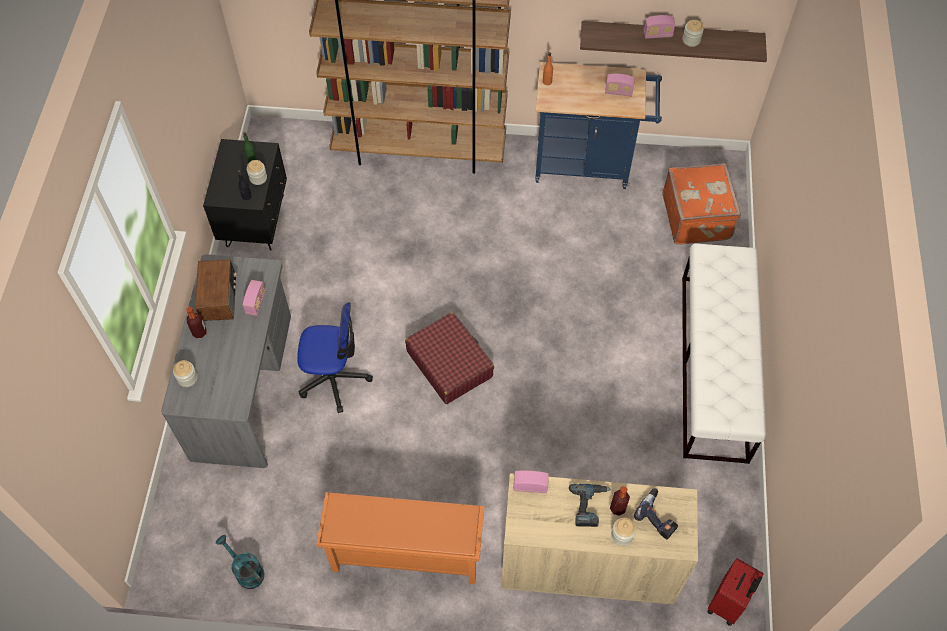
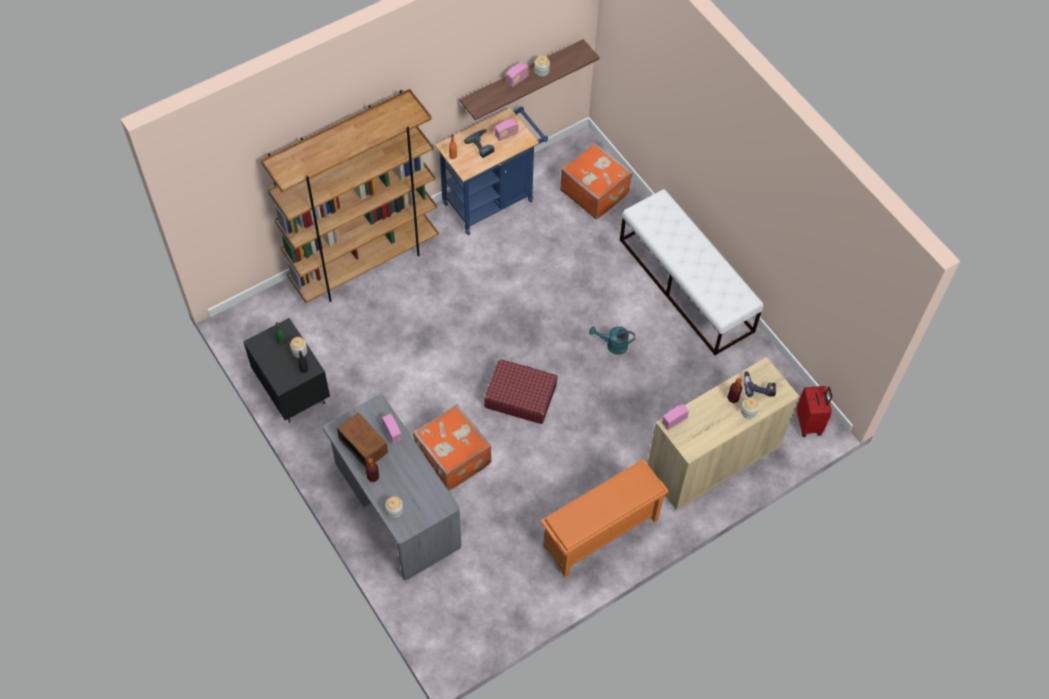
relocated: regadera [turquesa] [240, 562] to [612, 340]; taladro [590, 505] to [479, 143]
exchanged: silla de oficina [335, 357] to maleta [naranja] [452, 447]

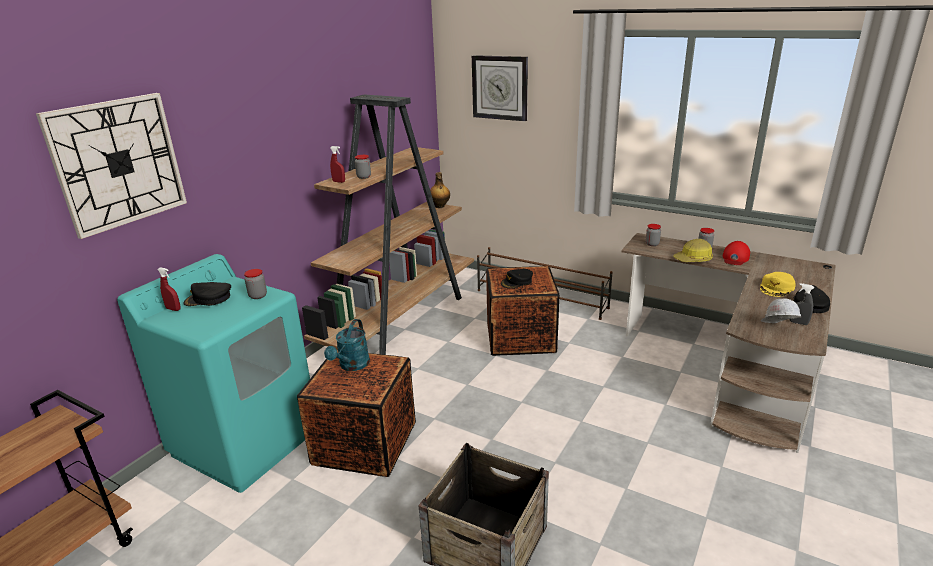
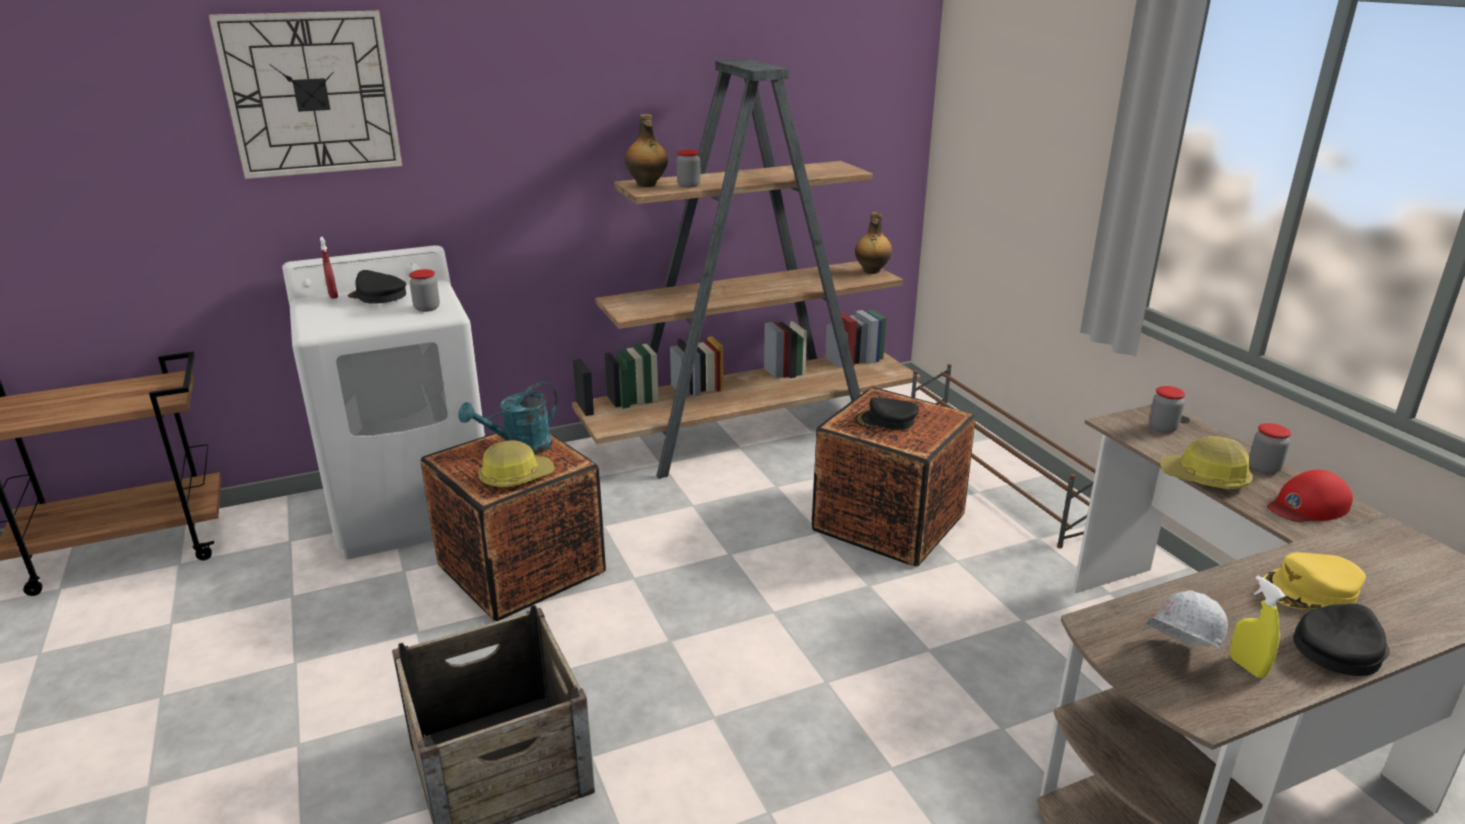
missing: reloj de pared [500, 88]
appeared: casco [517, 464]
exchanged: pulverizador [rojo] [337, 164] to botella [646, 150]
colour: lavadora [turquesa] [213, 373] to lavadora [blanco] [383, 402]; pulverizador [gris] [801, 304] to pulverizador [amarillo] [1257, 627]

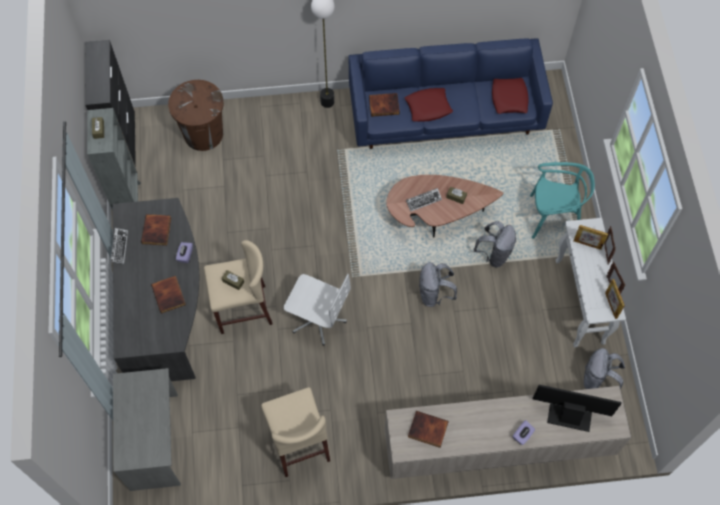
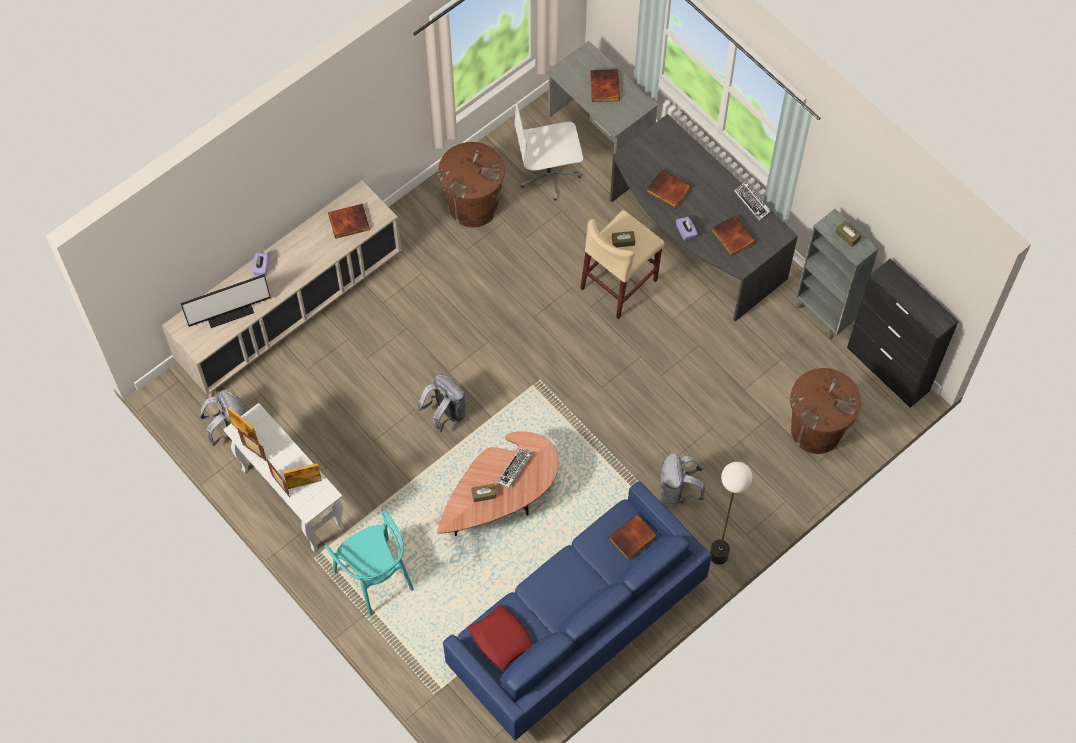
missing: cojín [rojo] [429, 105]
appeared: libro [605, 85]
relocated: silla de oficina [blanco] [317, 309] to [549, 152]; mochila [gris] [494, 244] to [682, 480]
exchanged: taburete [beis] [295, 432] to papelera [marrón] [471, 185]
spun: silla [turquesa] [562, 200] = [369, 563] 90 degrees counterclockwise

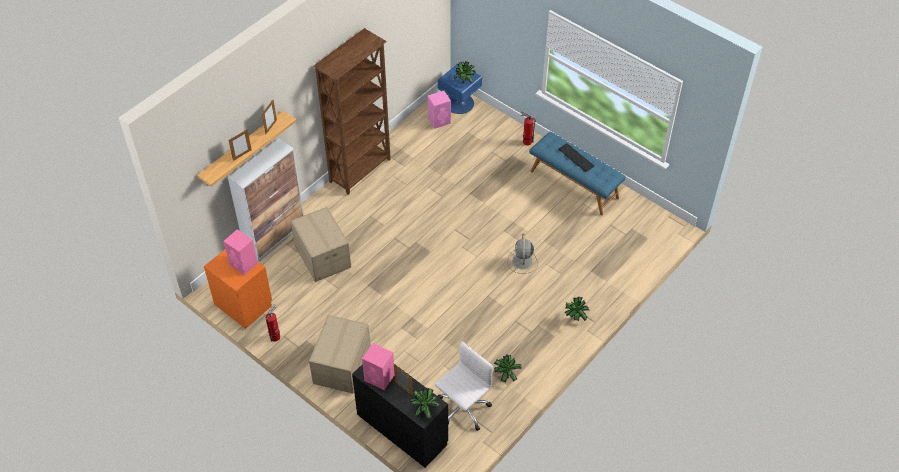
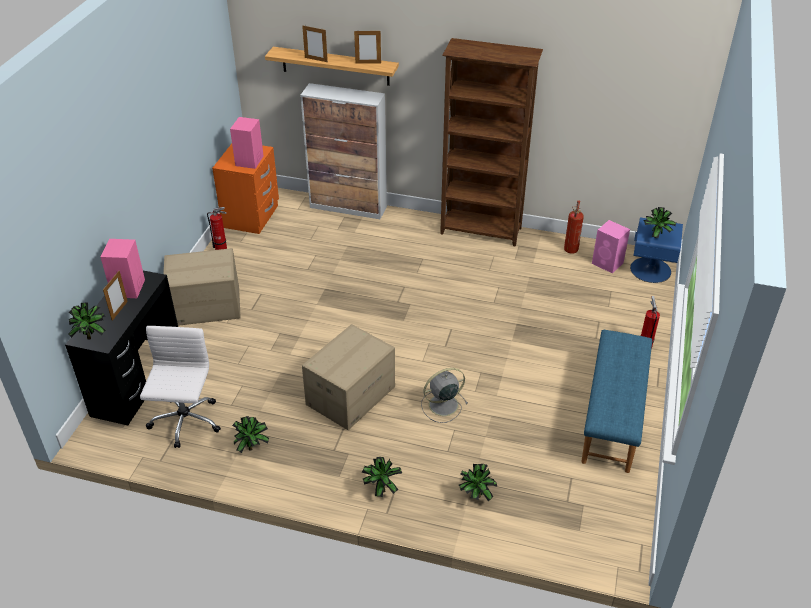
missing: teclado [576, 157]
appeared: planta en maceta [478, 482]; extintor [574, 227]
relocated: caja de cartón [321, 244] to [348, 377]
spun: silla de oficina [blanco] [464, 386] = [180, 387] 105 degrees counterclockwise

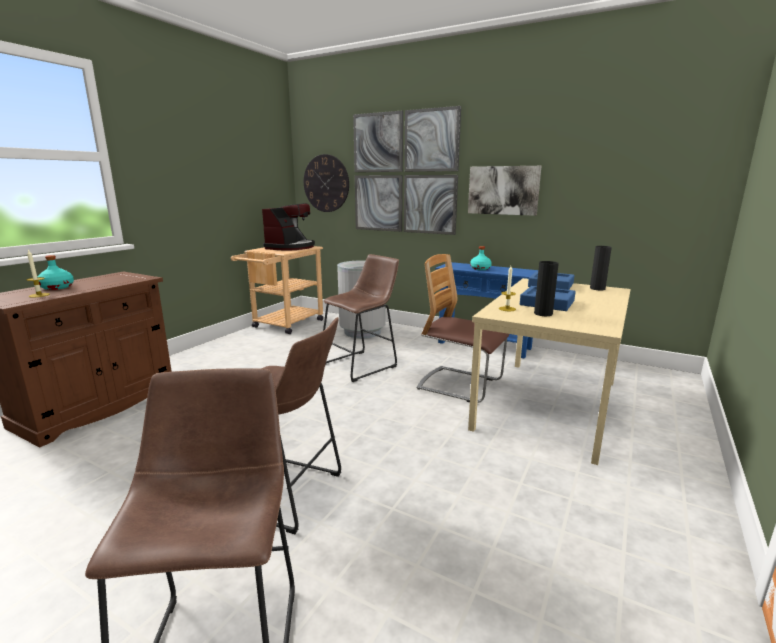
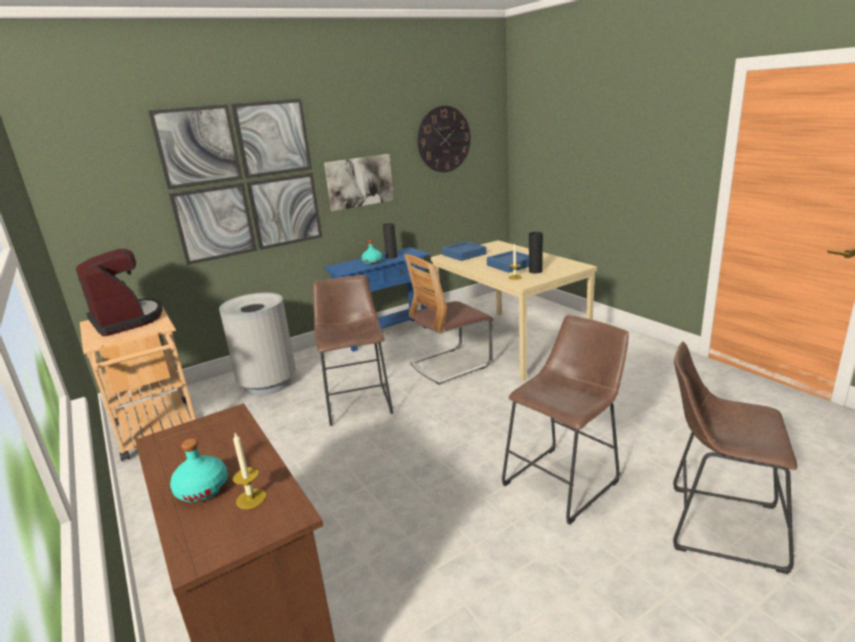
relocated: reloj de pared [326, 183] to [444, 139]; florero [negro] [601, 268] to [390, 241]

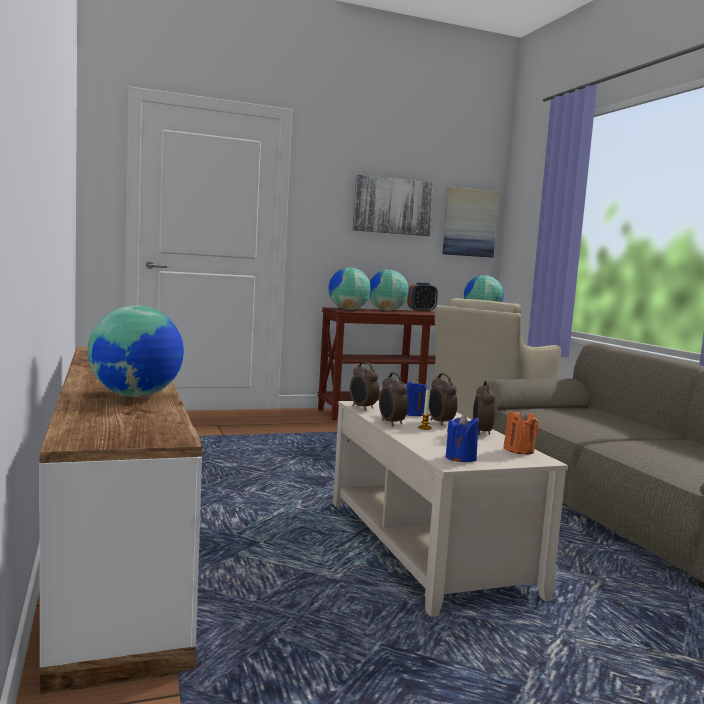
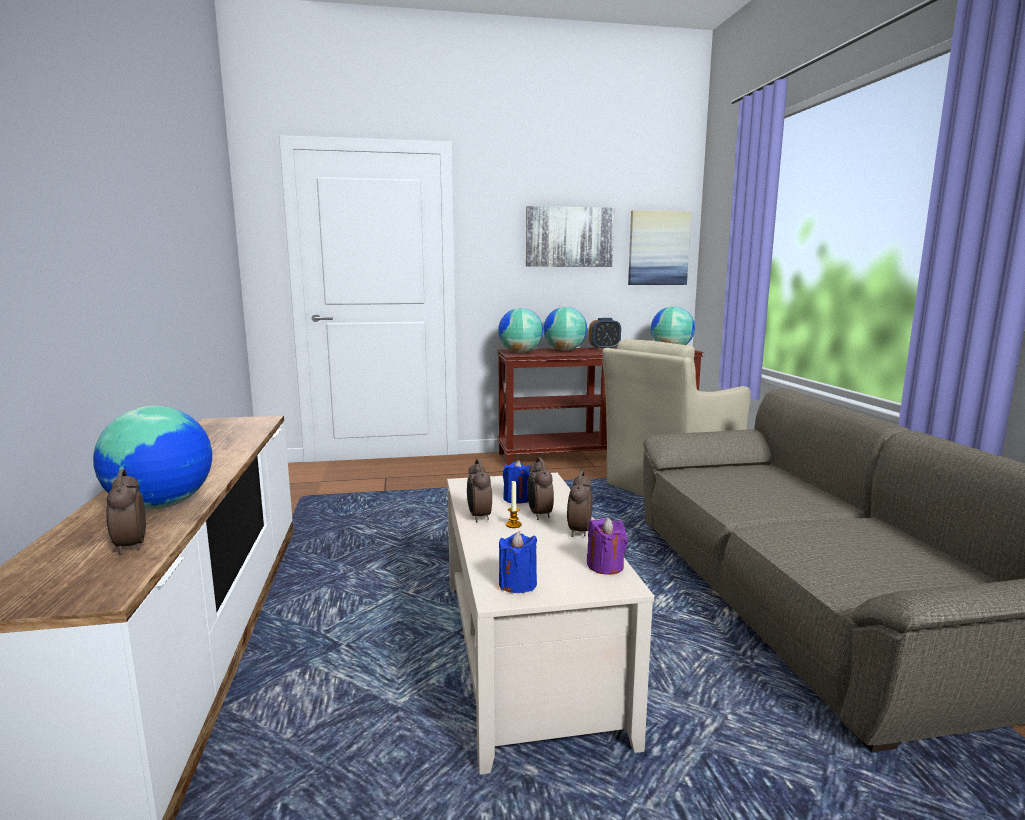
relocated: despertador [364, 386] to [126, 512]
colour: vela [naranja] [521, 431] to vela [morado] [607, 546]

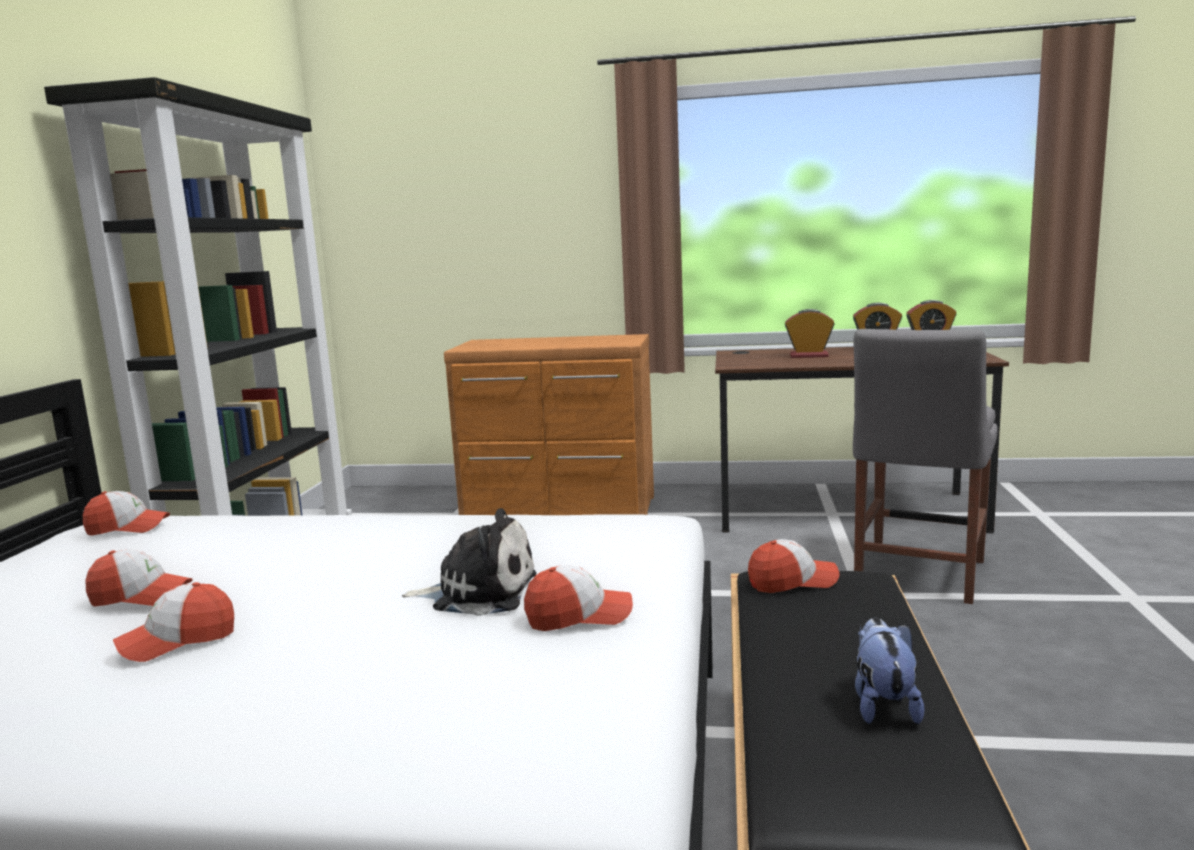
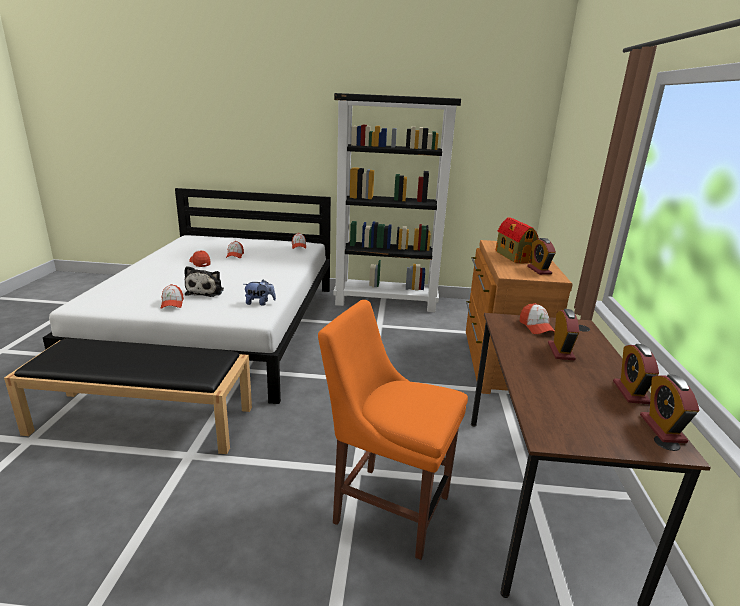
appeared: casita [517, 240]; despertador [541, 256]
relocated: gorra [794, 566] to [537, 318]; peluche [890, 670] to [260, 293]
colour: silla [gris] [925, 466] to silla [naranja] [393, 430]

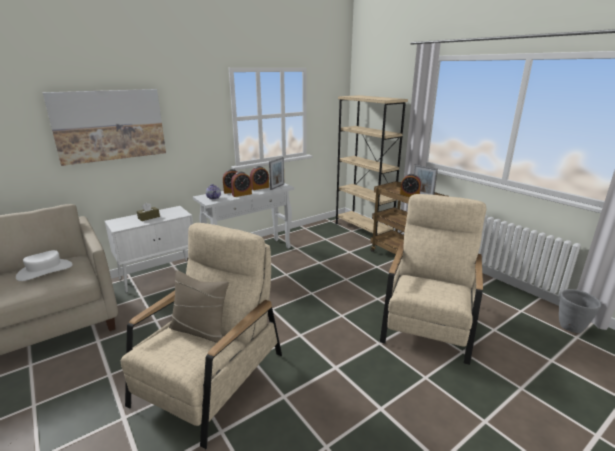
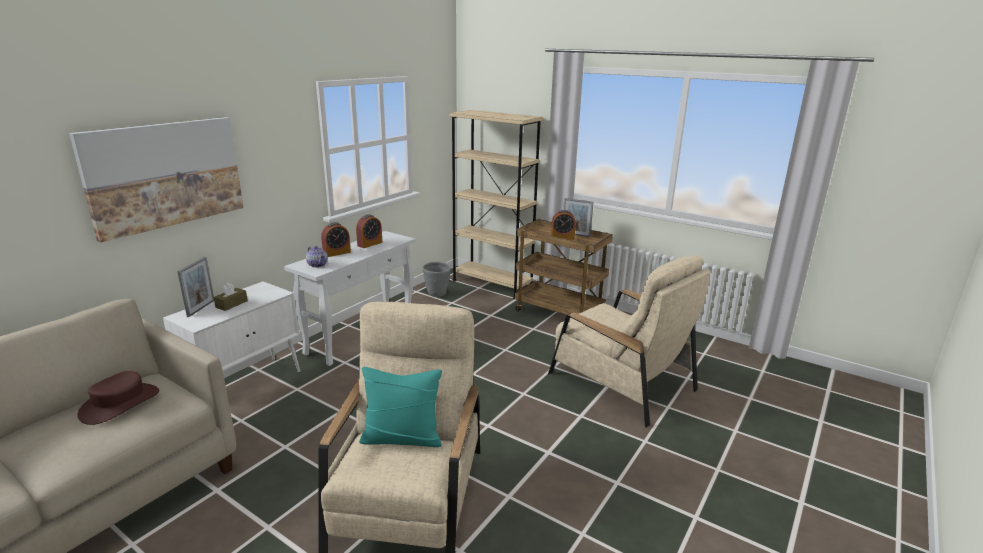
missing: despertador [241, 184]
relocated: portarretratos [276, 173] to [195, 287]; maceta [gris] [580, 311] to [436, 279]
colour: sombrero [blanco] [44, 265] to sombrero [marrón] [118, 398]; cojín [beis] [199, 306] to cojín [turquesa] [400, 407]
spun: sillón [beis] [433, 279] = [629, 341] 135 degrees clockwise

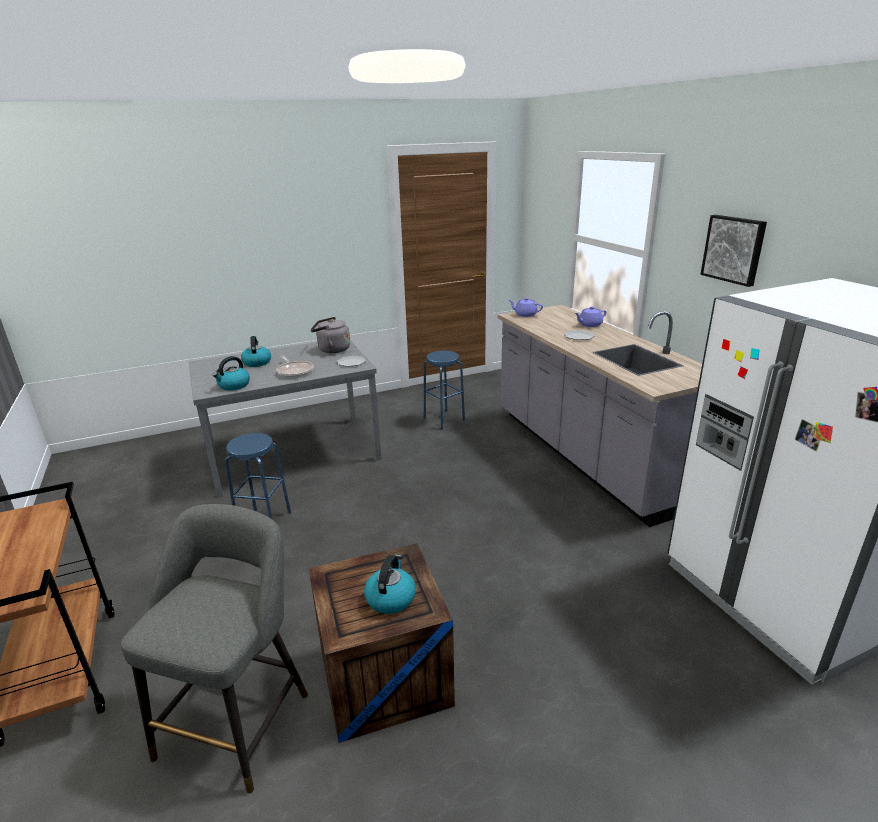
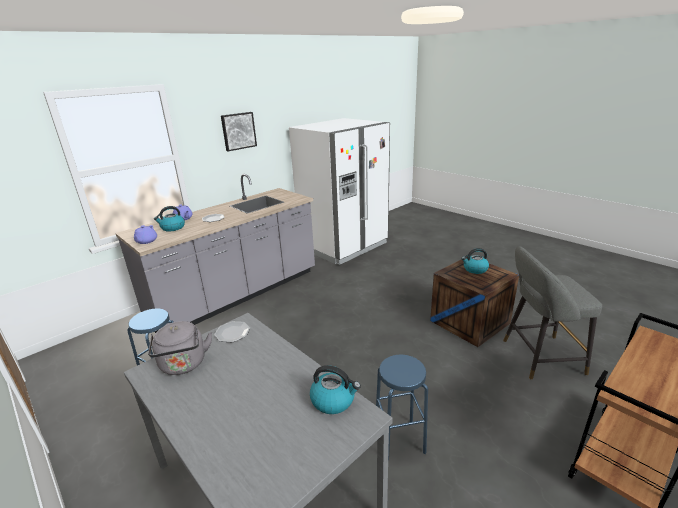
missing: sartén [294, 367]
relocated: hervidor [256, 351] to [169, 219]

